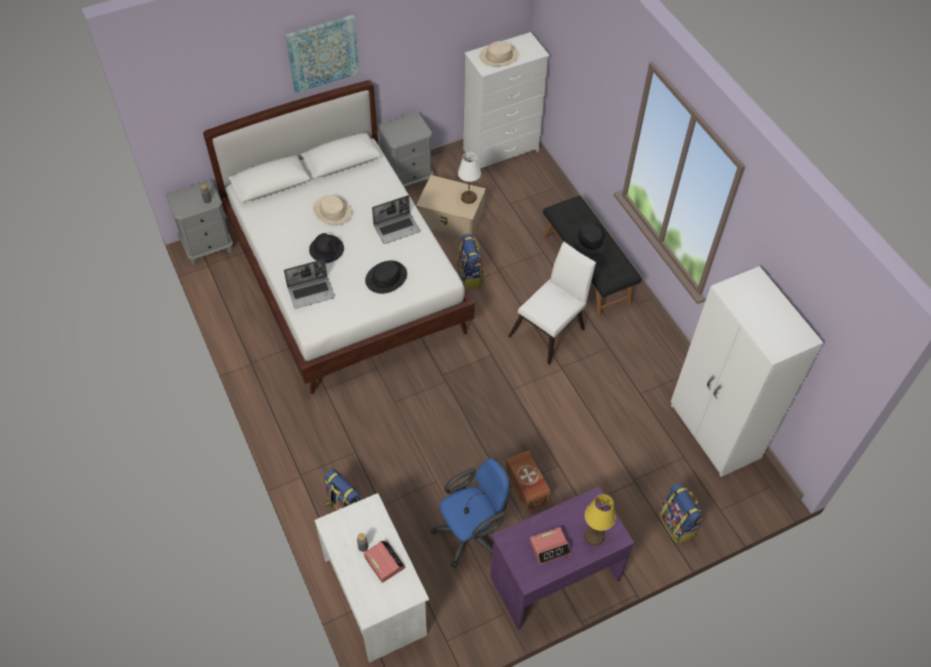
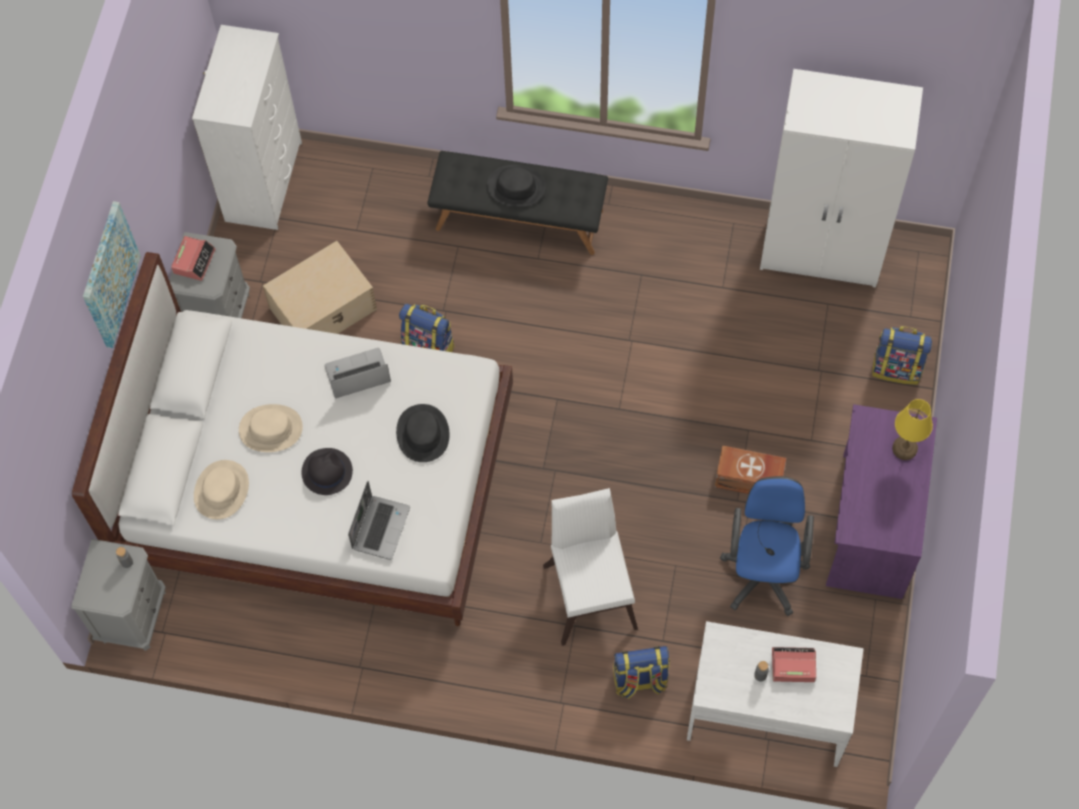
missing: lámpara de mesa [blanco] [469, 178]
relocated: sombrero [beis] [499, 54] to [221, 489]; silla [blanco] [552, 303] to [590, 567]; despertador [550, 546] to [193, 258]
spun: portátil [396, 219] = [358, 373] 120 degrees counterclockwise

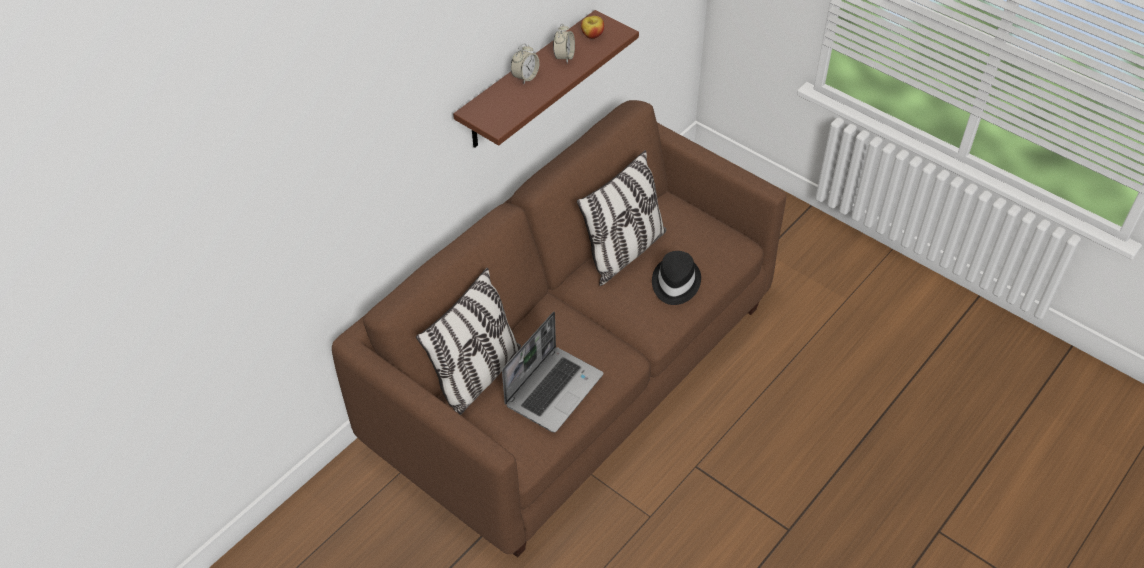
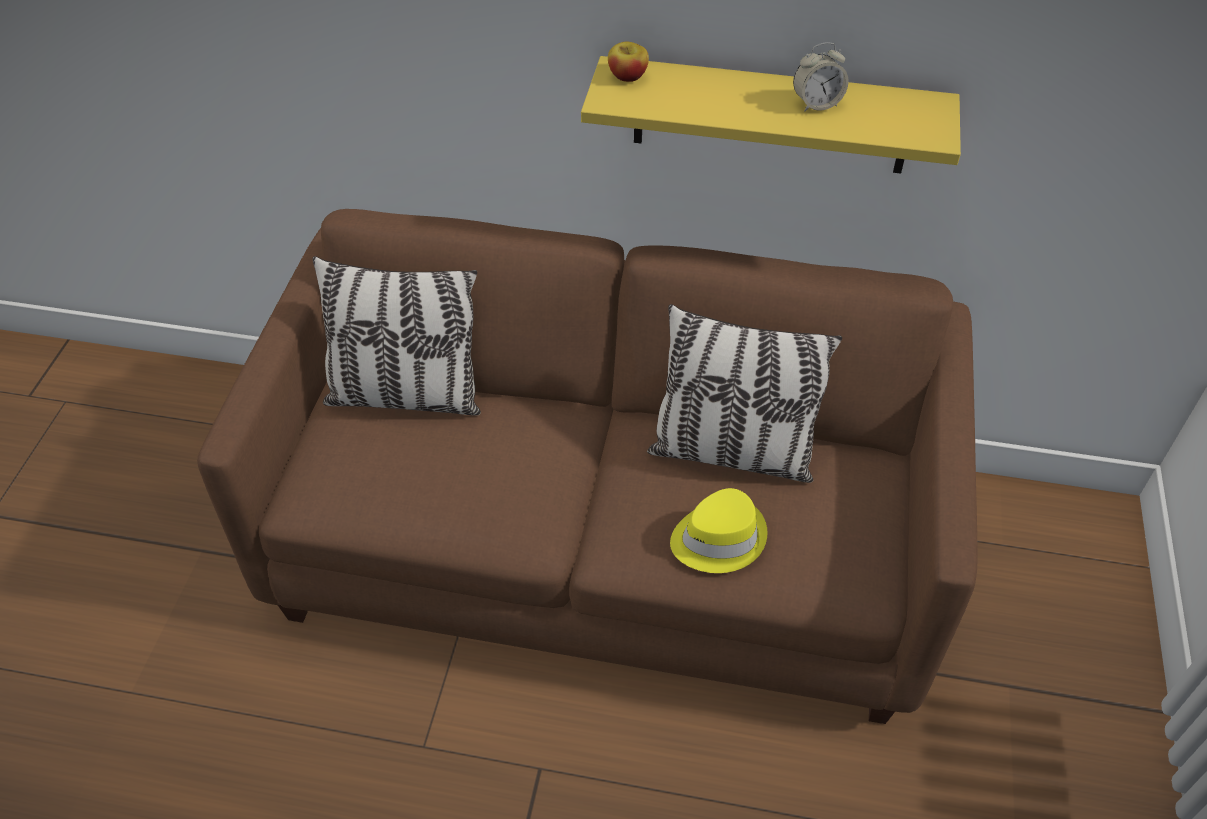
missing: portátil [552, 372]; despertador [525, 63]
relocated: manzana [592, 27] to [628, 62]
colour: estante [marrón] [546, 79] to estante [amarillo] [771, 115]; sombrero [negro] [676, 278] to sombrero [amarillo] [719, 530]

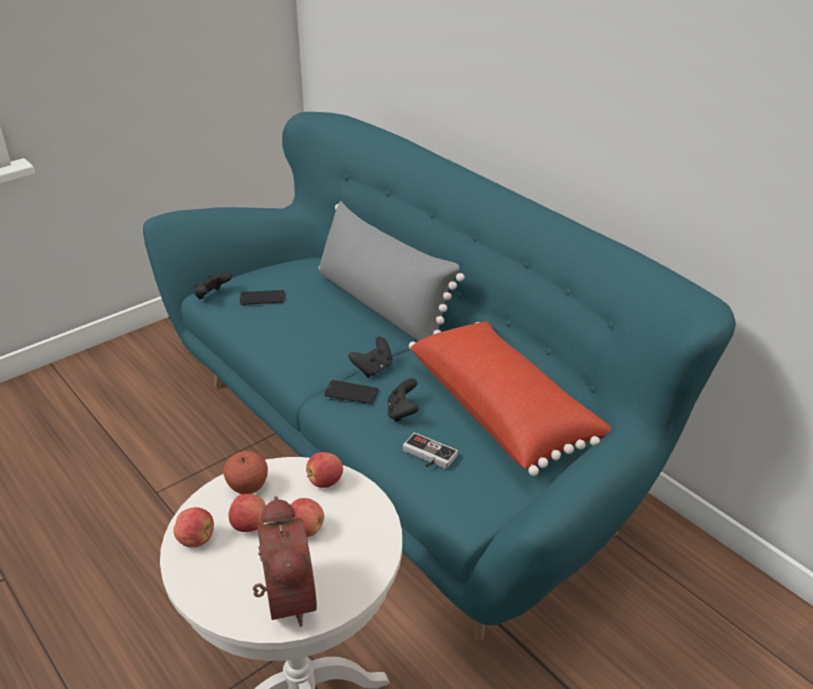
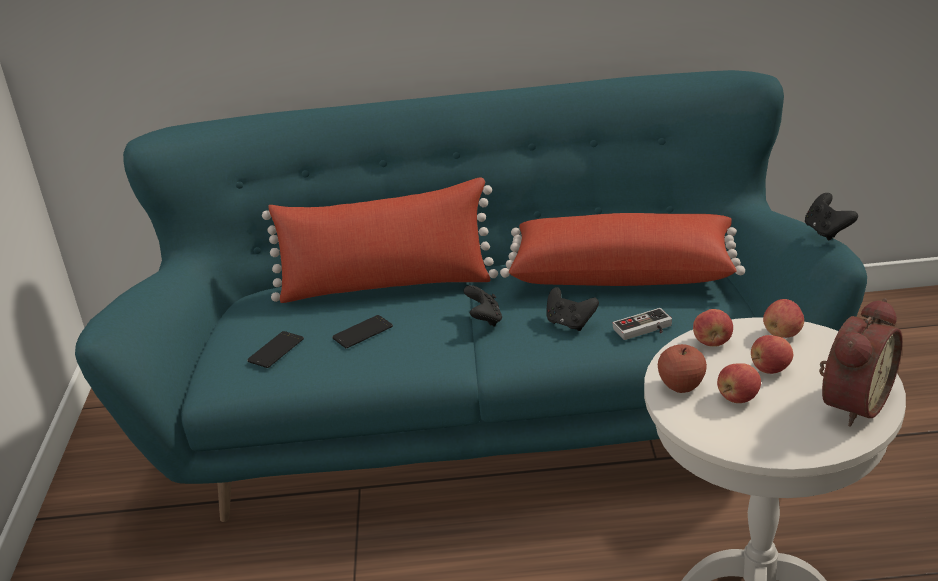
relocated: manzana [193, 527] to [783, 318]; mando de consola [negro] [213, 285] to [831, 216]; móvil [351, 392] to [362, 332]
colour: cojín [gris] [392, 271] to cojín [rojo] [380, 240]
spun: despertador [285, 561] = [860, 362] 105 degrees clockwise

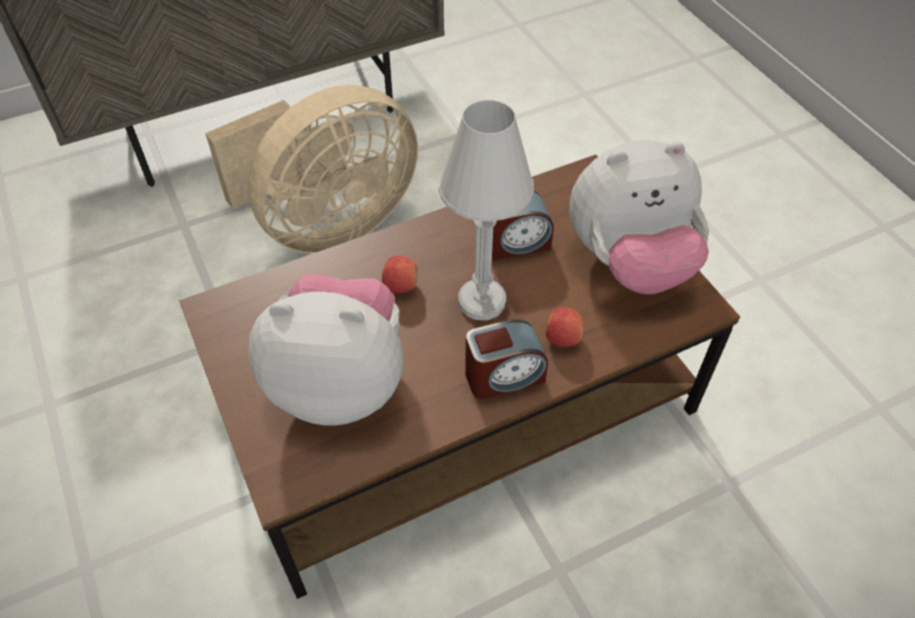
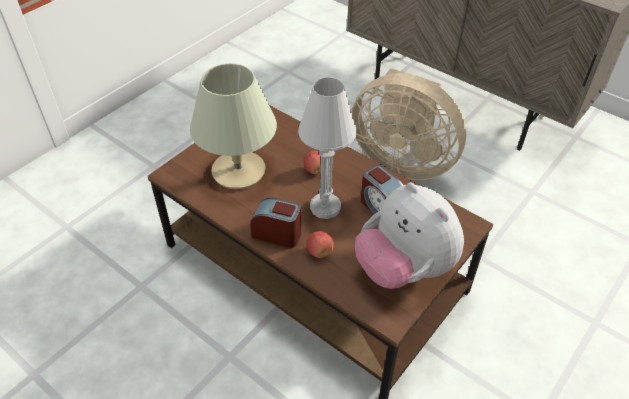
exchanged: peluche [325, 350] to lámpara de mesa [beis] [233, 126]
spun: despertador [506, 359] = [275, 223] 150 degrees clockwise

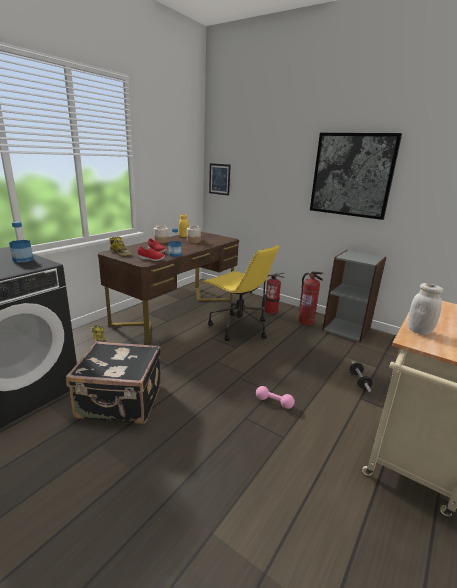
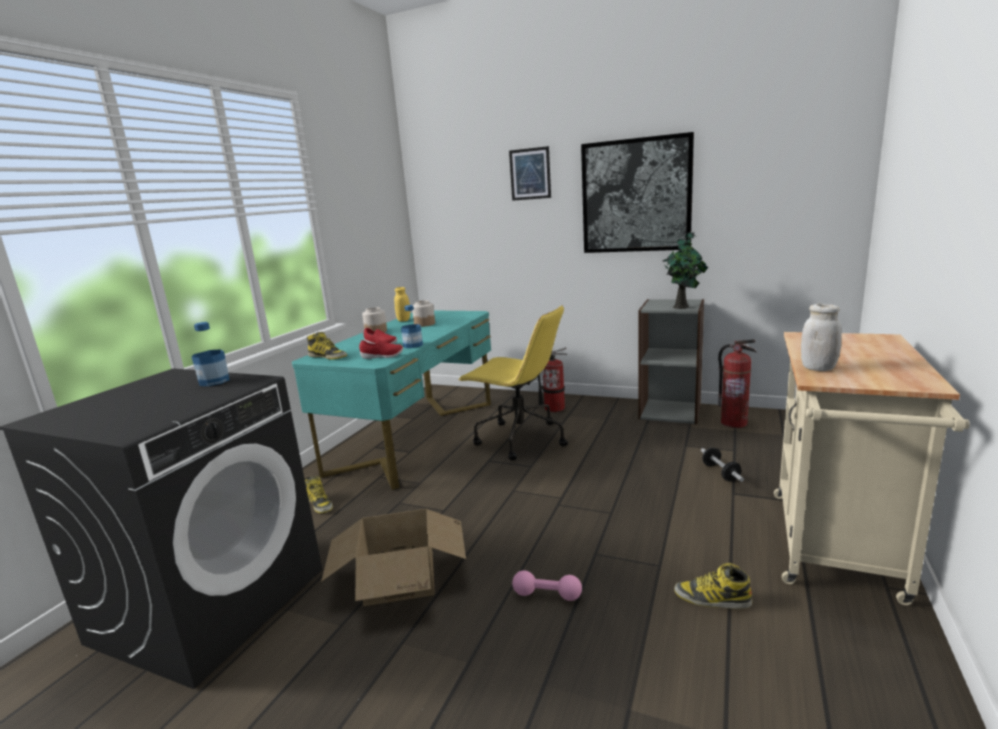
appeared: planta en maceta [685, 270]; bota [713, 586]
relocated: cuadro [220, 179] to [530, 173]; mancuerna [rosa] [275, 397] to [547, 585]; extintor [311, 298] to [737, 383]
exchanged: maleta [negro] [113, 382] to caja de cartón [393, 557]
colour: escritorio [marrón] [168, 288] to escritorio [turquesa] [391, 400]

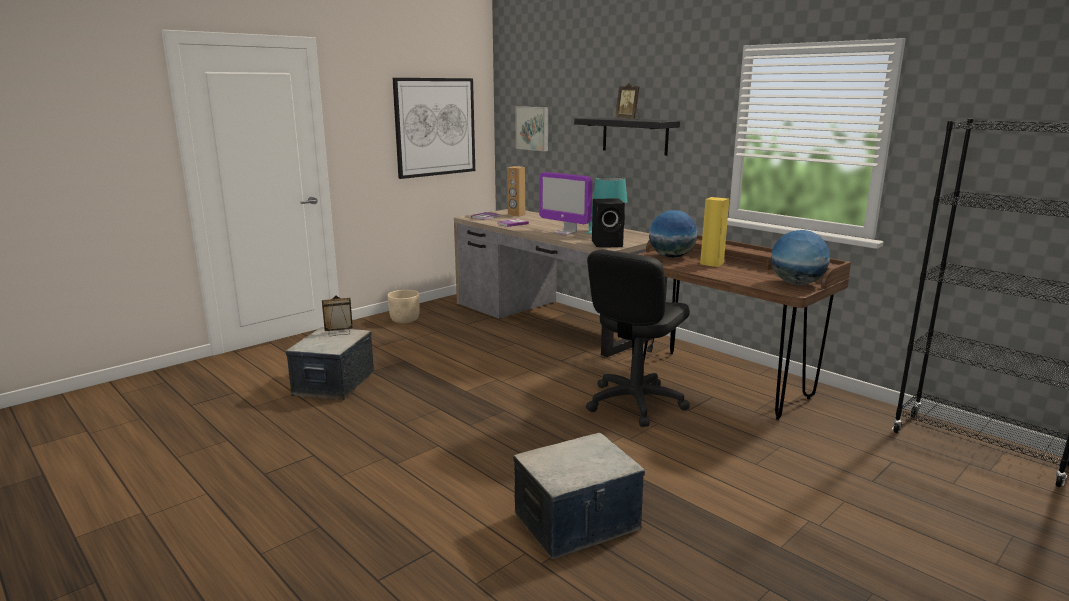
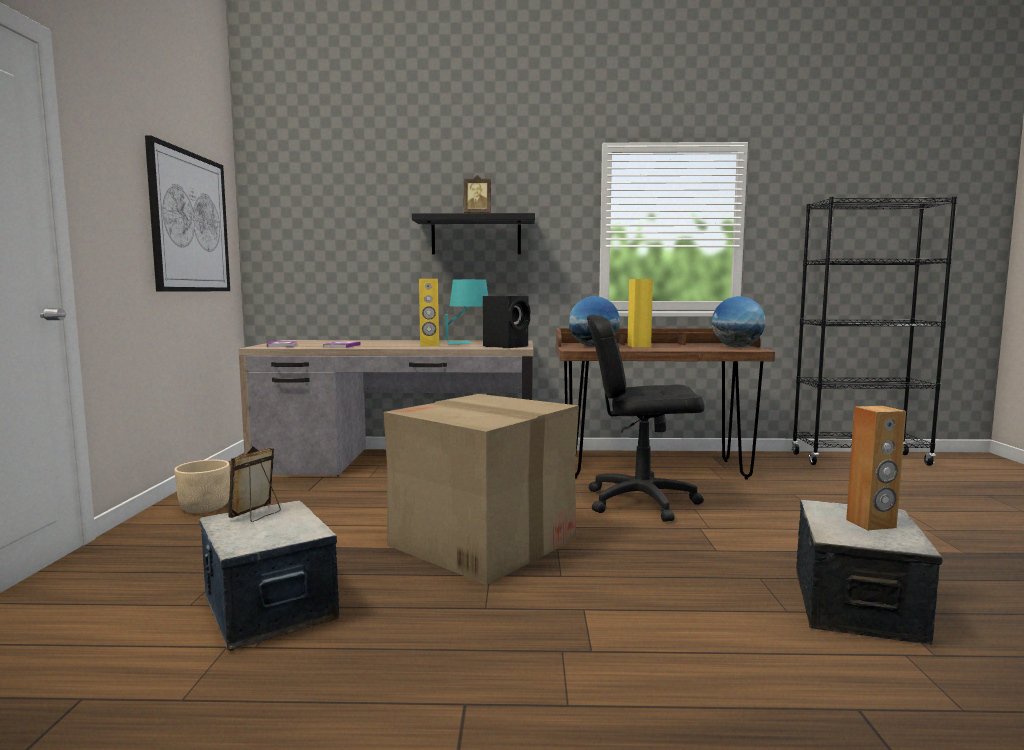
missing: cuadro [531, 129]
appeared: caja de cartón [481, 489]
relocated: altavoz [marrón] [516, 191] to [876, 468]
exchanged: monitor [565, 203] to altavoz [amarillo] [429, 312]
spun: silla de oficina [negro] [638, 338] = [646, 418] 105 degrees clockwise

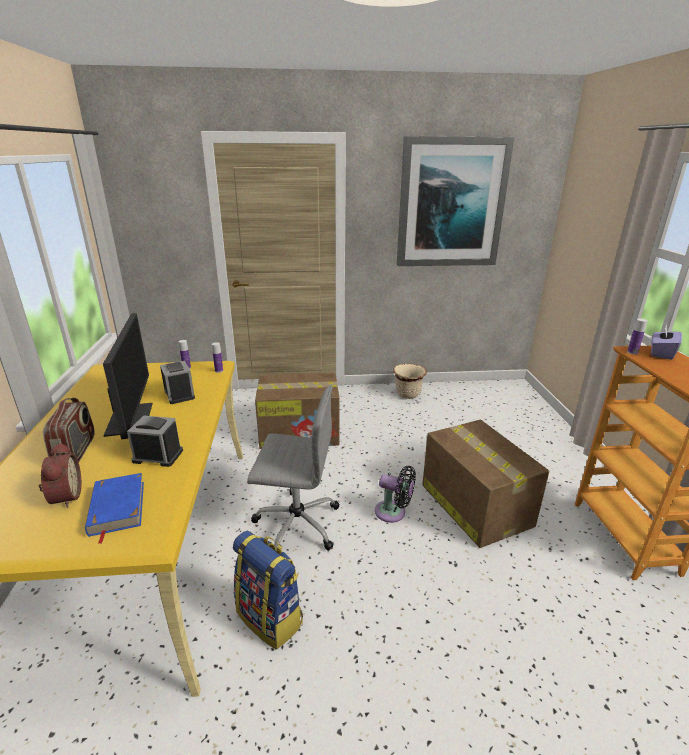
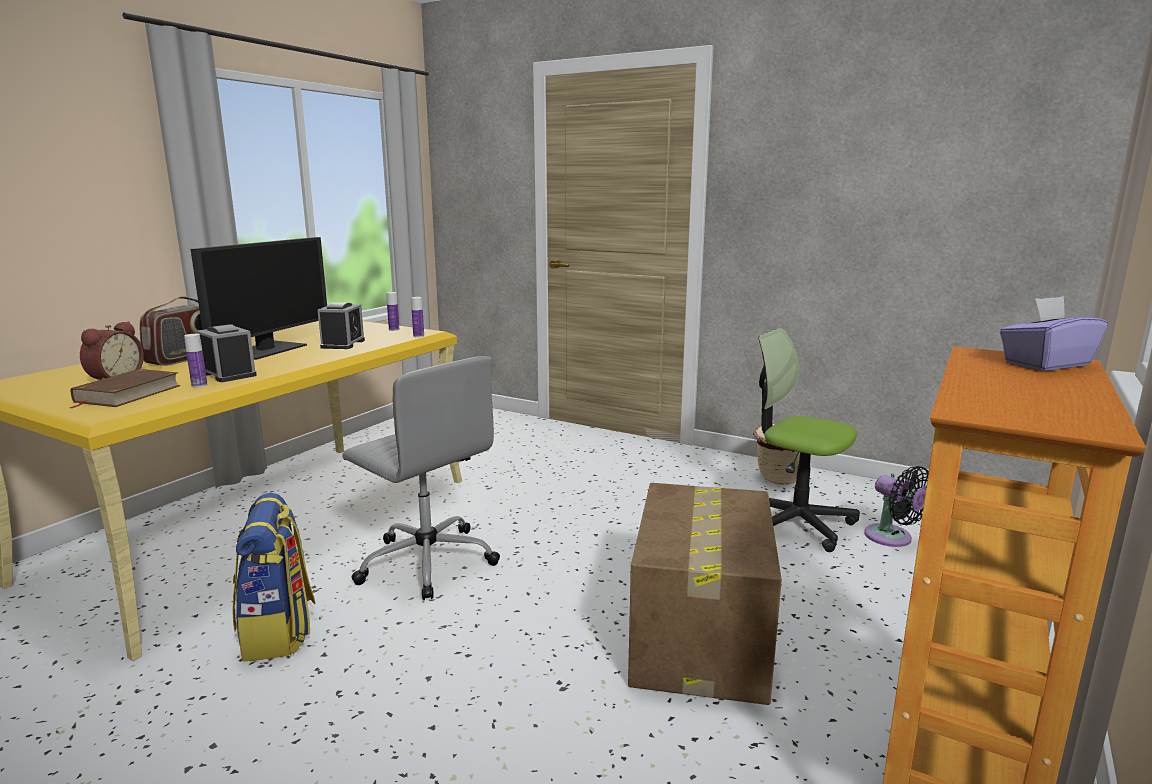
missing: caja de cartón [297, 411]; cuadro [455, 201]
appeared: silla de oficina [809, 440]
relocated: ventilador [negro] [395, 494] to [896, 506]; botella [637, 336] to [196, 360]
colour: libro [azul] [114, 508] to libro [marrón] [125, 388]

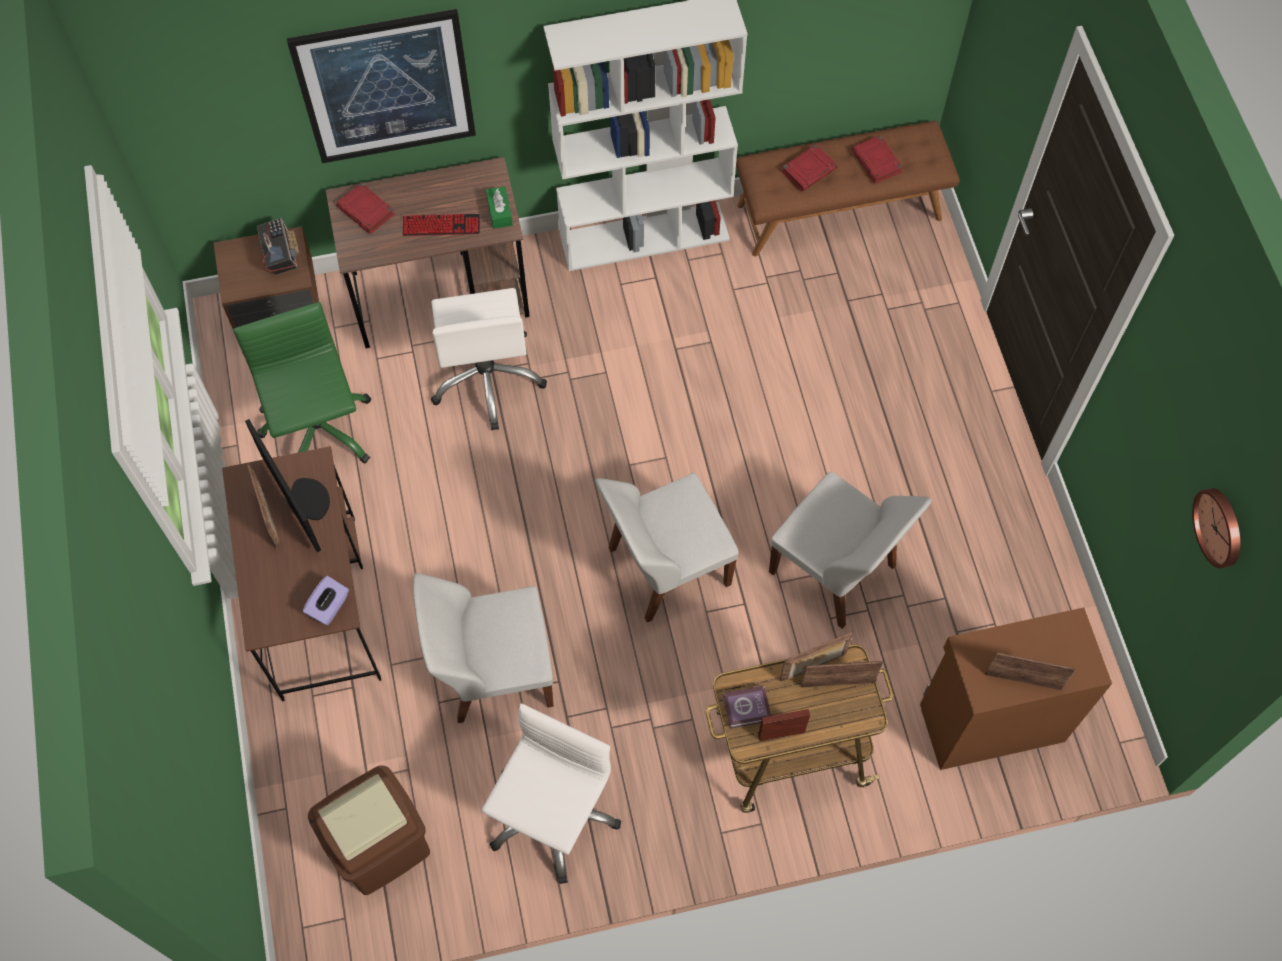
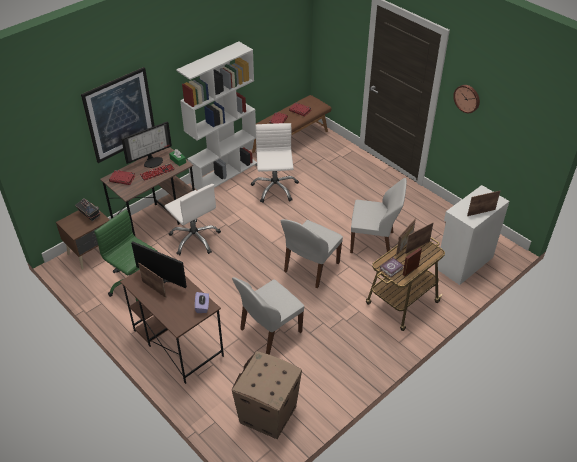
appeared: monitor [146, 144]
relocated: silla de oficina [blanco] [551, 794] to [275, 163]; reloj de pared [1216, 528] to [466, 99]
exchanged: papelera [marrón] [369, 830] to caja de cartón [267, 395]
colour: armario [marrón] [1016, 688] to armario [blanco] [473, 235]

